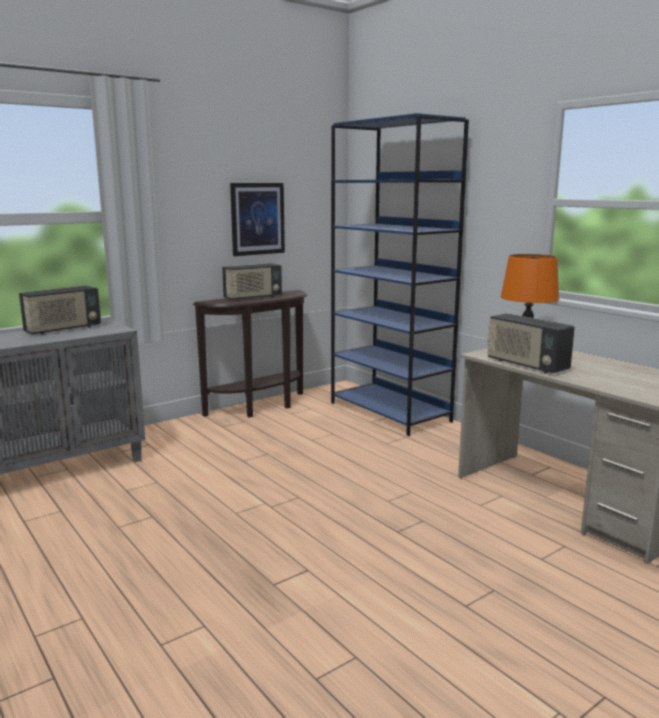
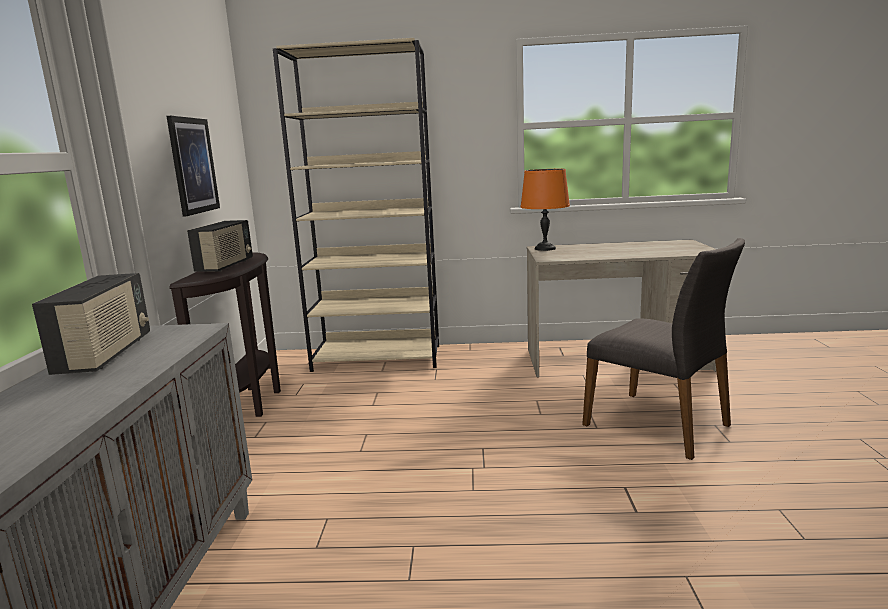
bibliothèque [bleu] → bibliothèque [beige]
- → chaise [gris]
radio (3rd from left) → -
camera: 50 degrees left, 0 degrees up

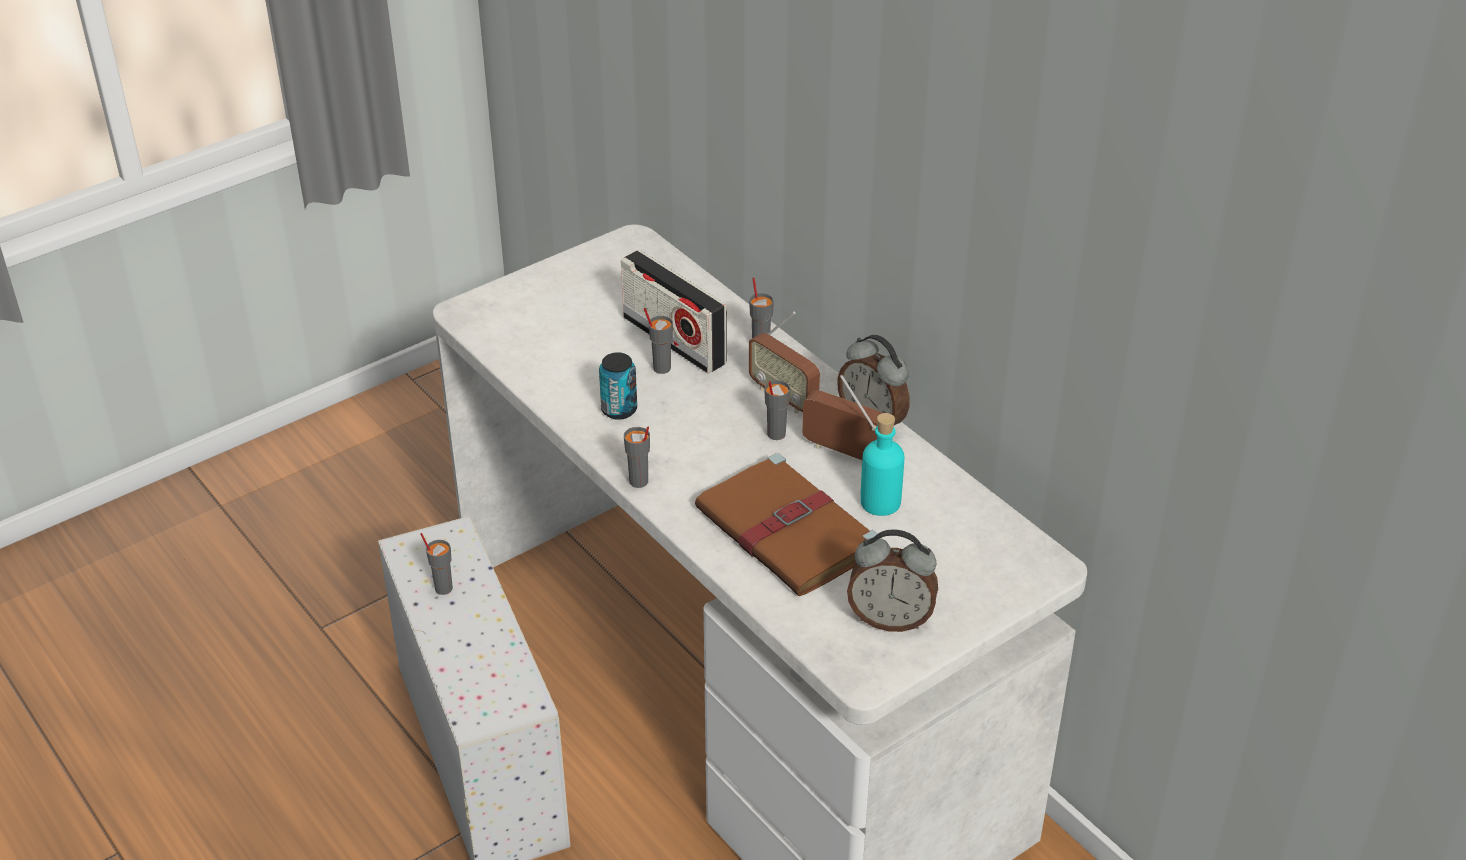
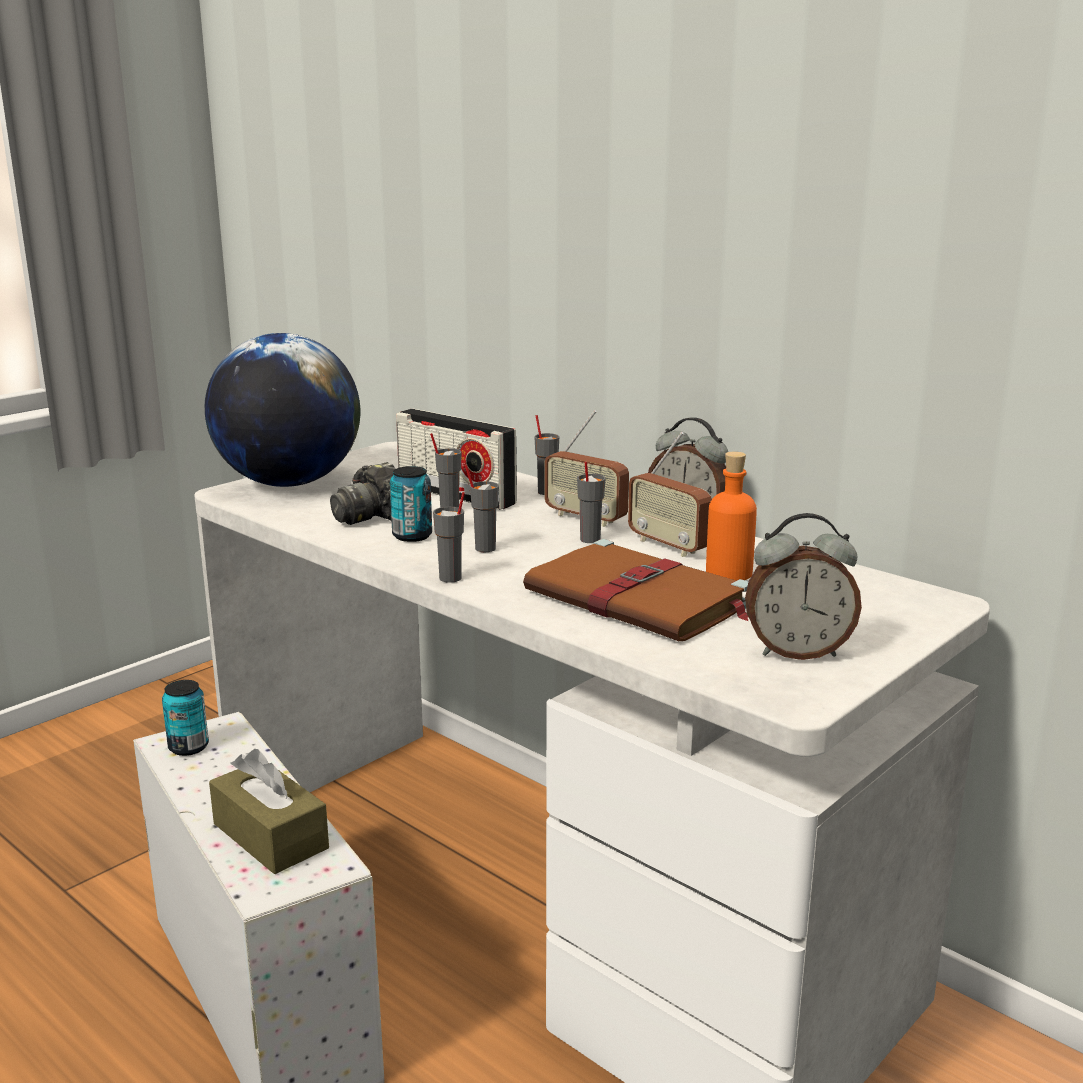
- → boîte métallique (1st from left)
- → globe
- → boîte à mouchoirs [marron]
- → appareil photo
tasse [gris] (1st from left in the first image) → tasse [gris] (3rd from left), move
radio (3rd from left), 150 degrees counterclockwise
bouteille [turquoise] → bouteille [orange]
camera: 10 degrees left, 20 degrees down

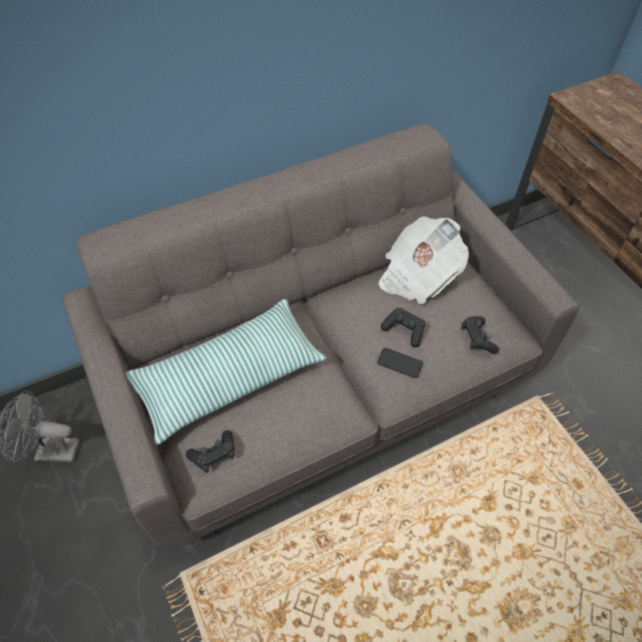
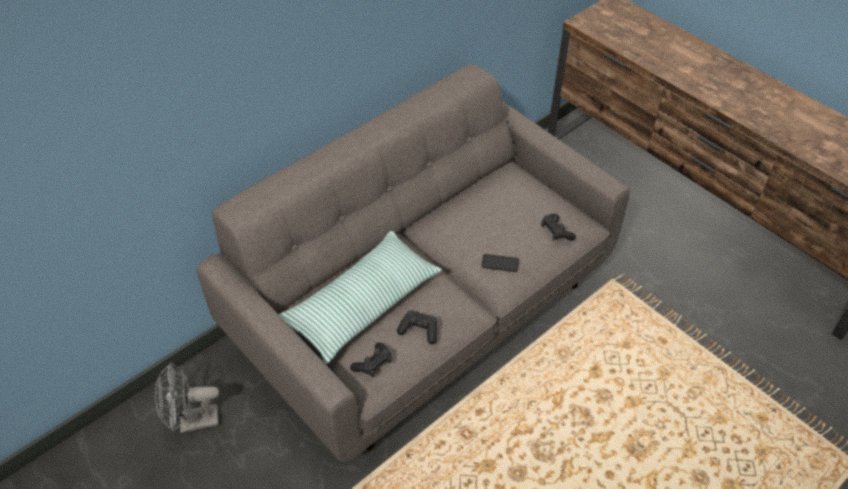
manette [noir] (2nd from left), move
journal → -
camera: 15 degrees left, 5 degrees down

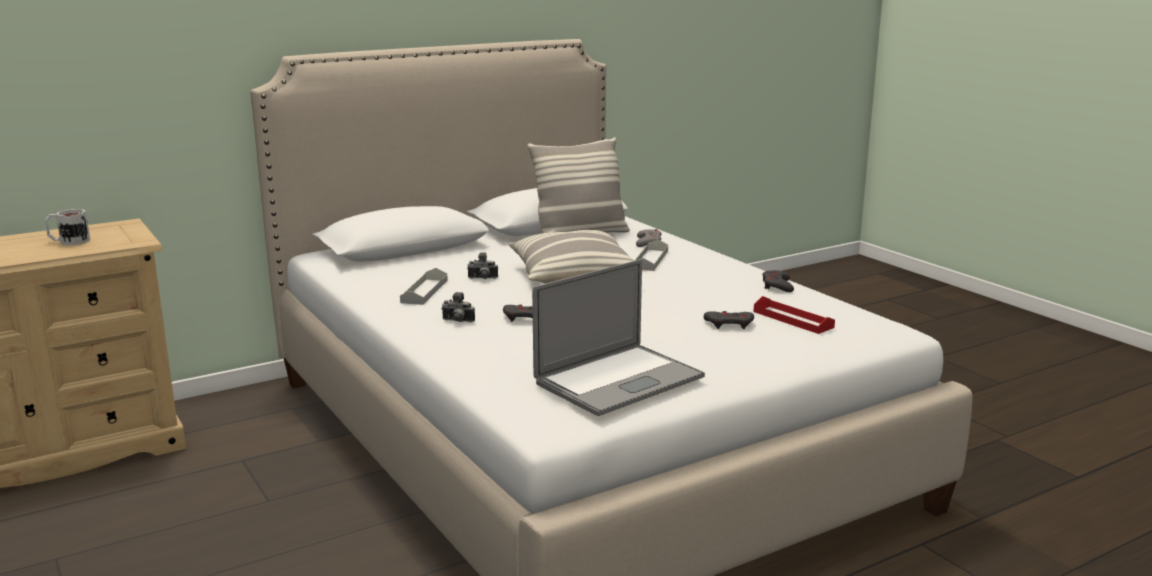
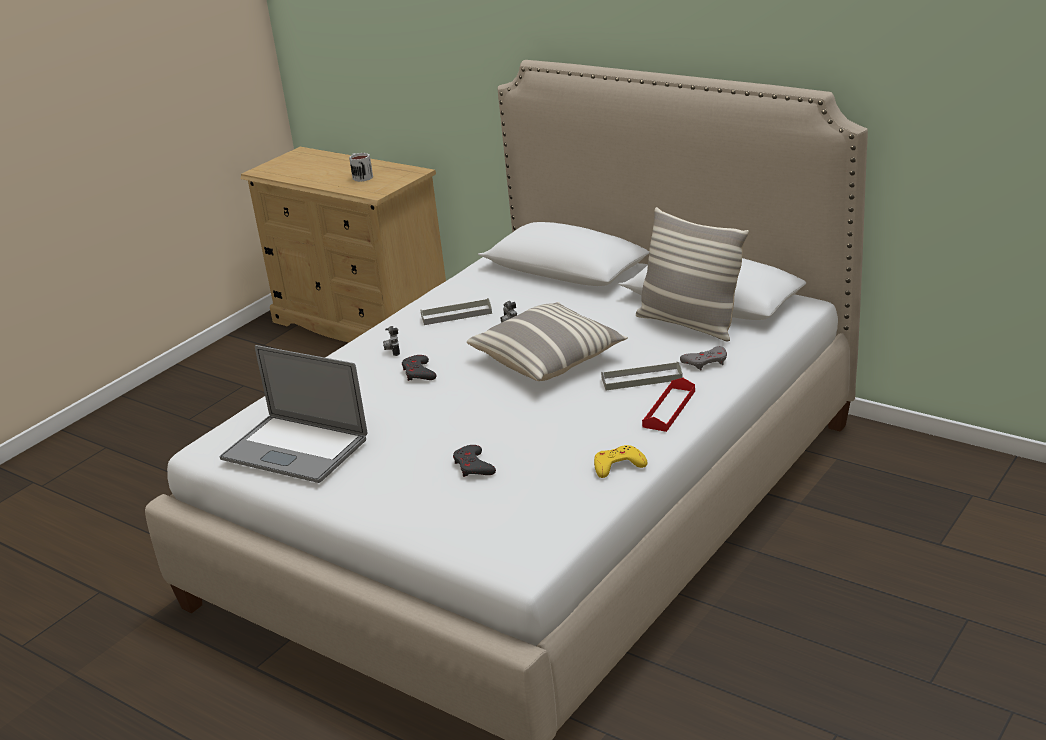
manette [gris] (4th from left) → manette [jaune]
plateau [rouge], move
camera: 70 degrees right, 10 degrees up

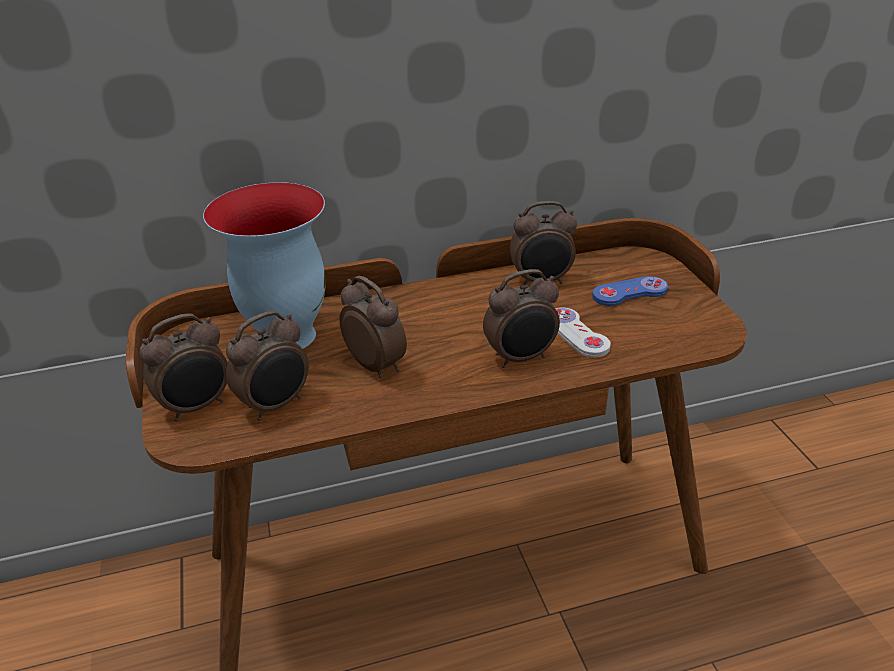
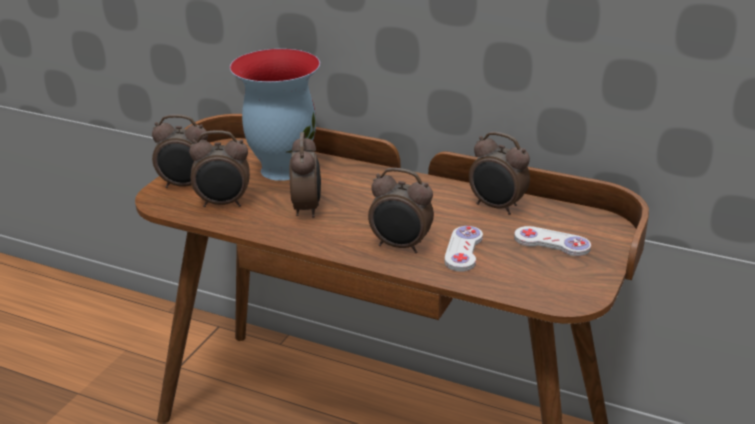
manette [bleu] → manette [blanc] (2nd from left)
camera: 40 degrees right, 5 degrees down

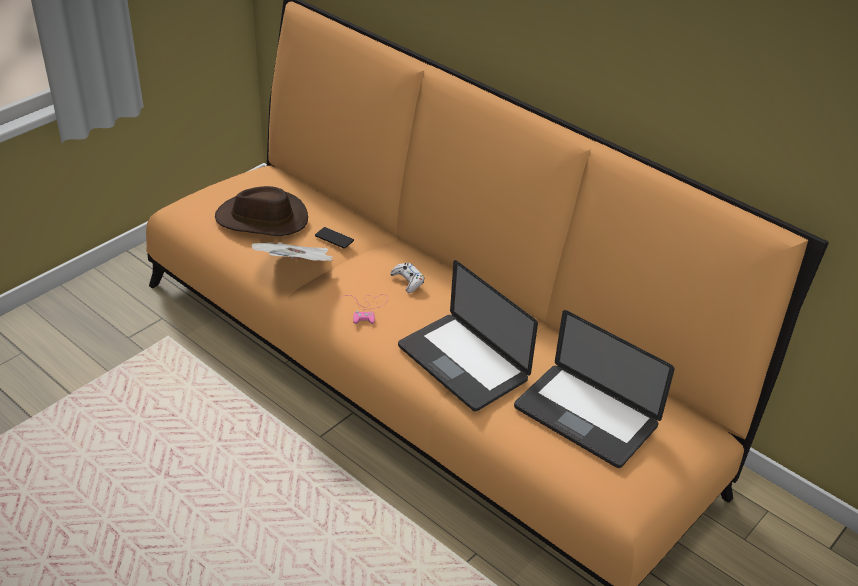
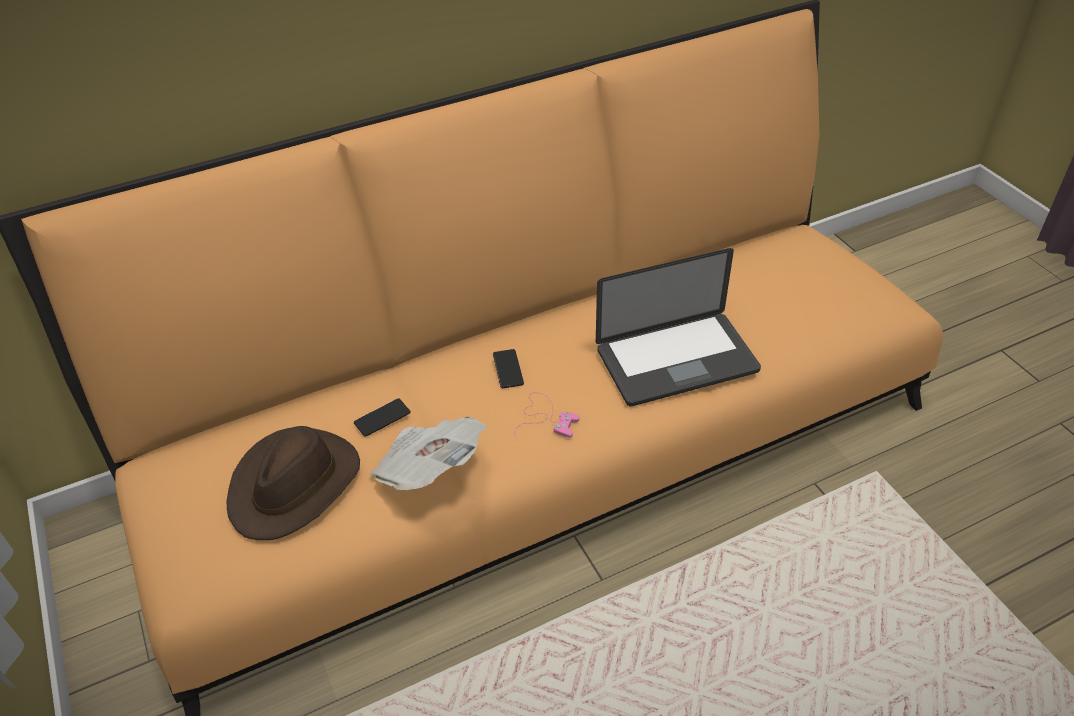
manette [blanc] → téléphone (2nd from left)
ordinateur portable (2nd from left) → -
camera: 65 degrees left, 5 degrees up

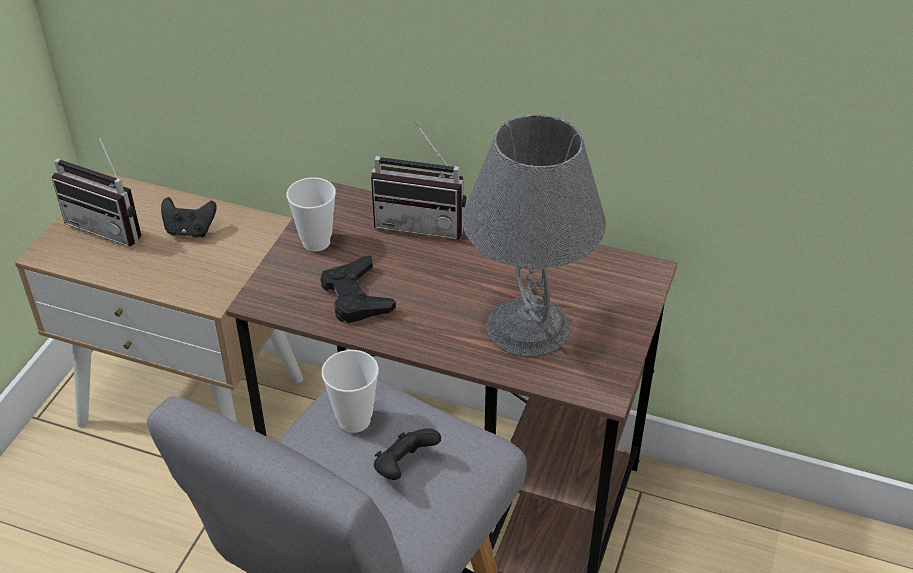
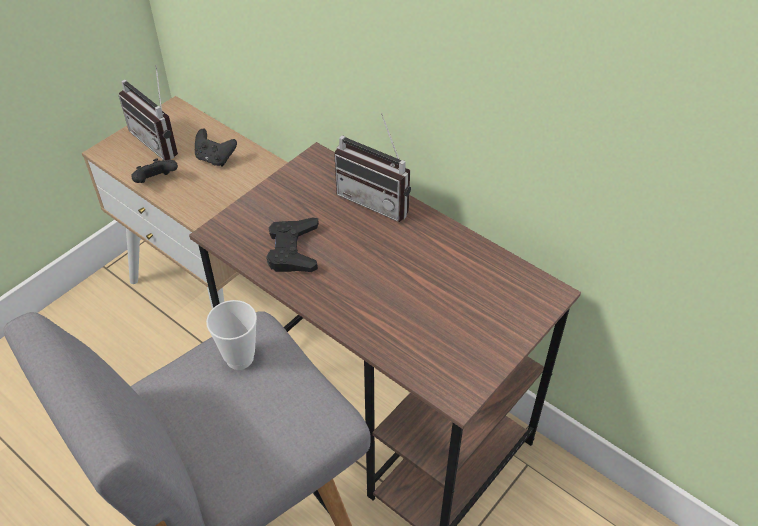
manette [noir] (3rd from left in the first image) → manette [noir] (1st from left), move
tasse (1st from left) → -
lampe de table [gris] → -
camera: 20 degrees right, 5 degrees up

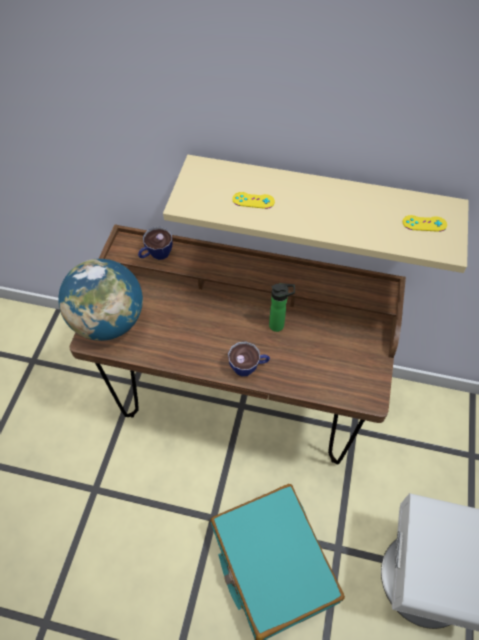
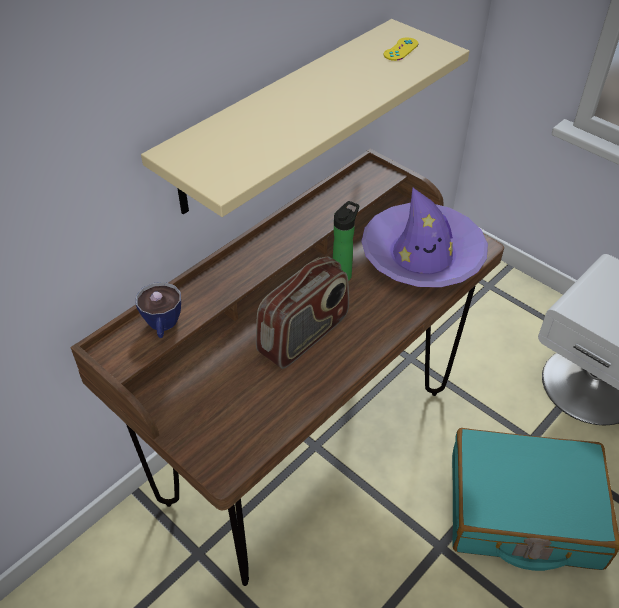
- → radio
- → chapeau [violet]
globe → -
tasse (2nd from left) → -
manette [jaune] (1st from left) → -
camera: 60 degrees left, 10 degrees down

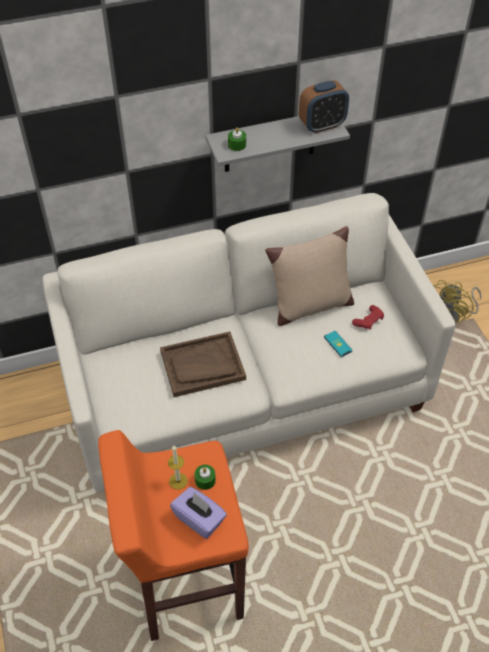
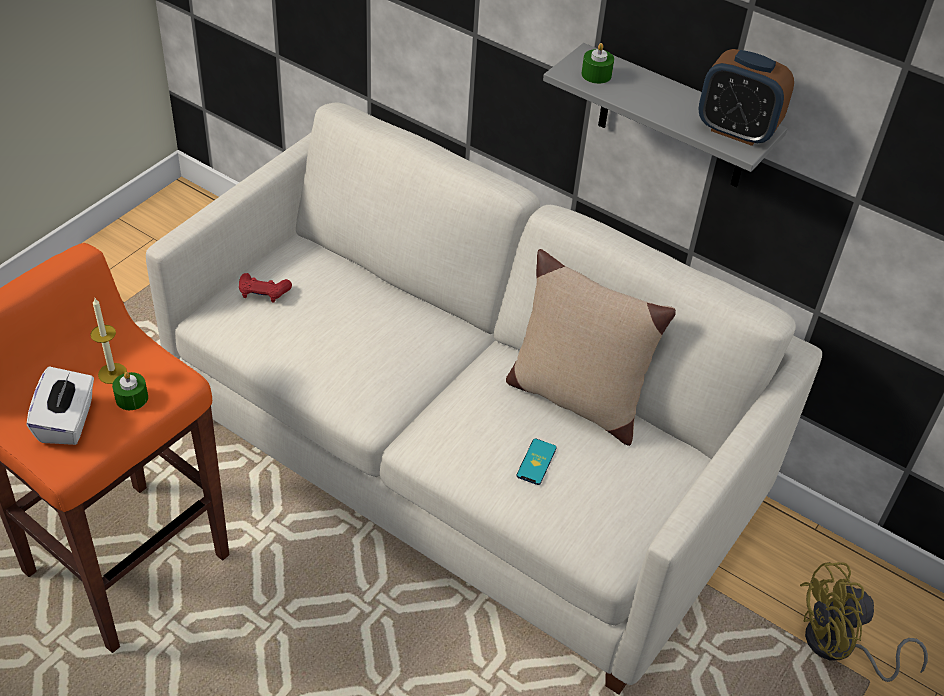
boîte à mouchoirs [violet] → boîte à mouchoirs [blanc]
manette [rouge], move
plateau [marron] → -
camera: 50 degrees right, 5 degrees down

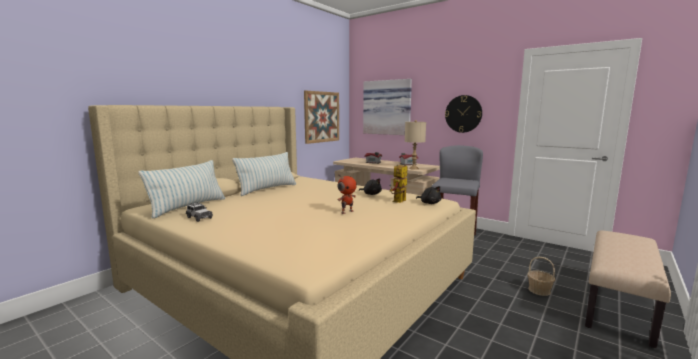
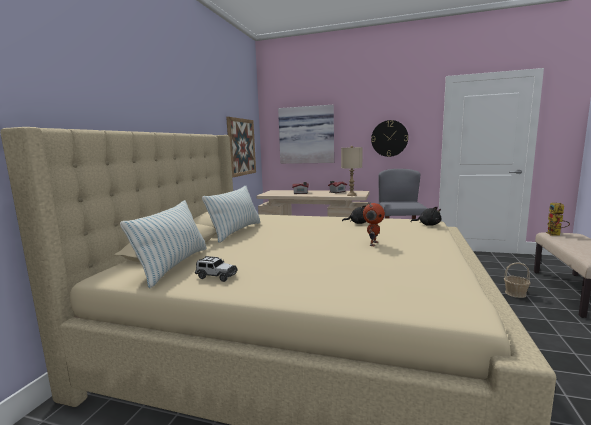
robot jouet (2nd from left), move
camera: 20 degrees left, 0 degrees up

